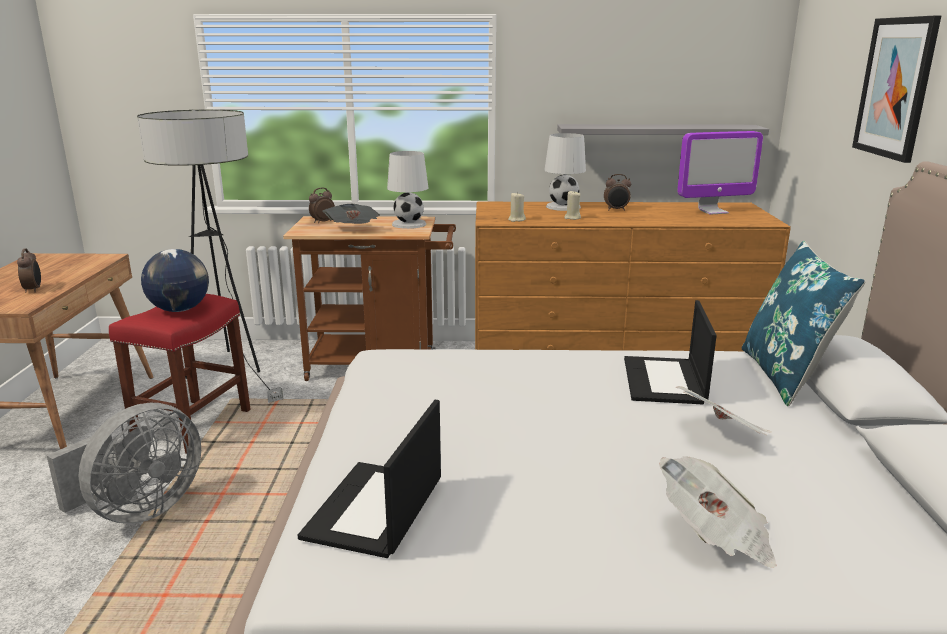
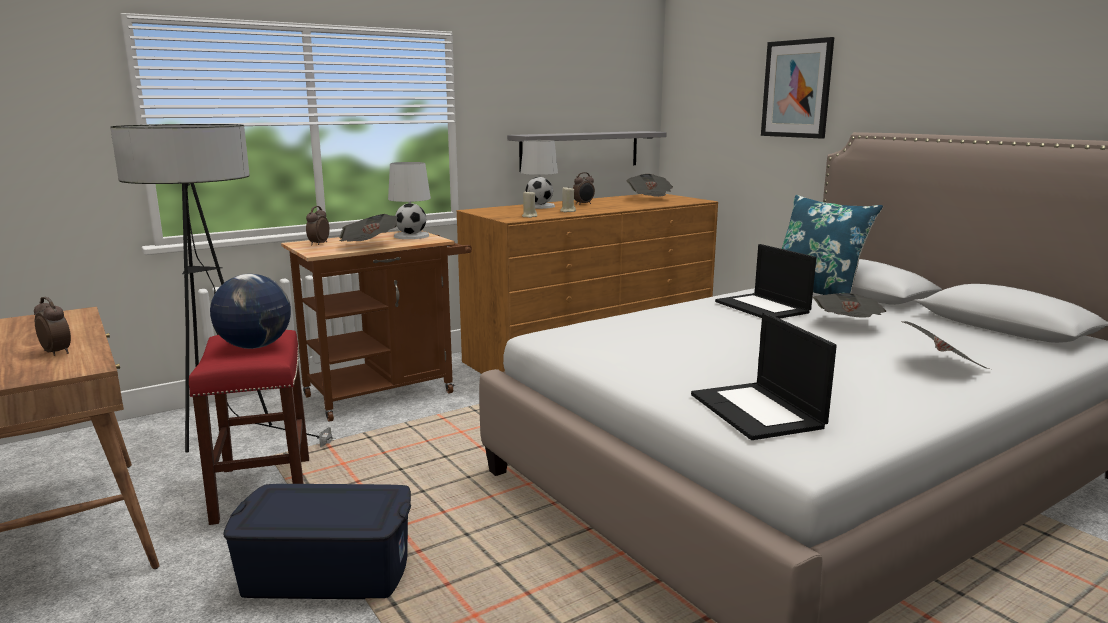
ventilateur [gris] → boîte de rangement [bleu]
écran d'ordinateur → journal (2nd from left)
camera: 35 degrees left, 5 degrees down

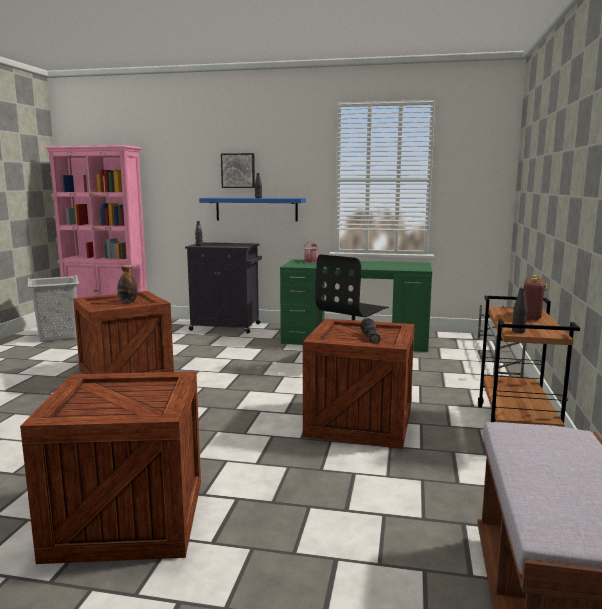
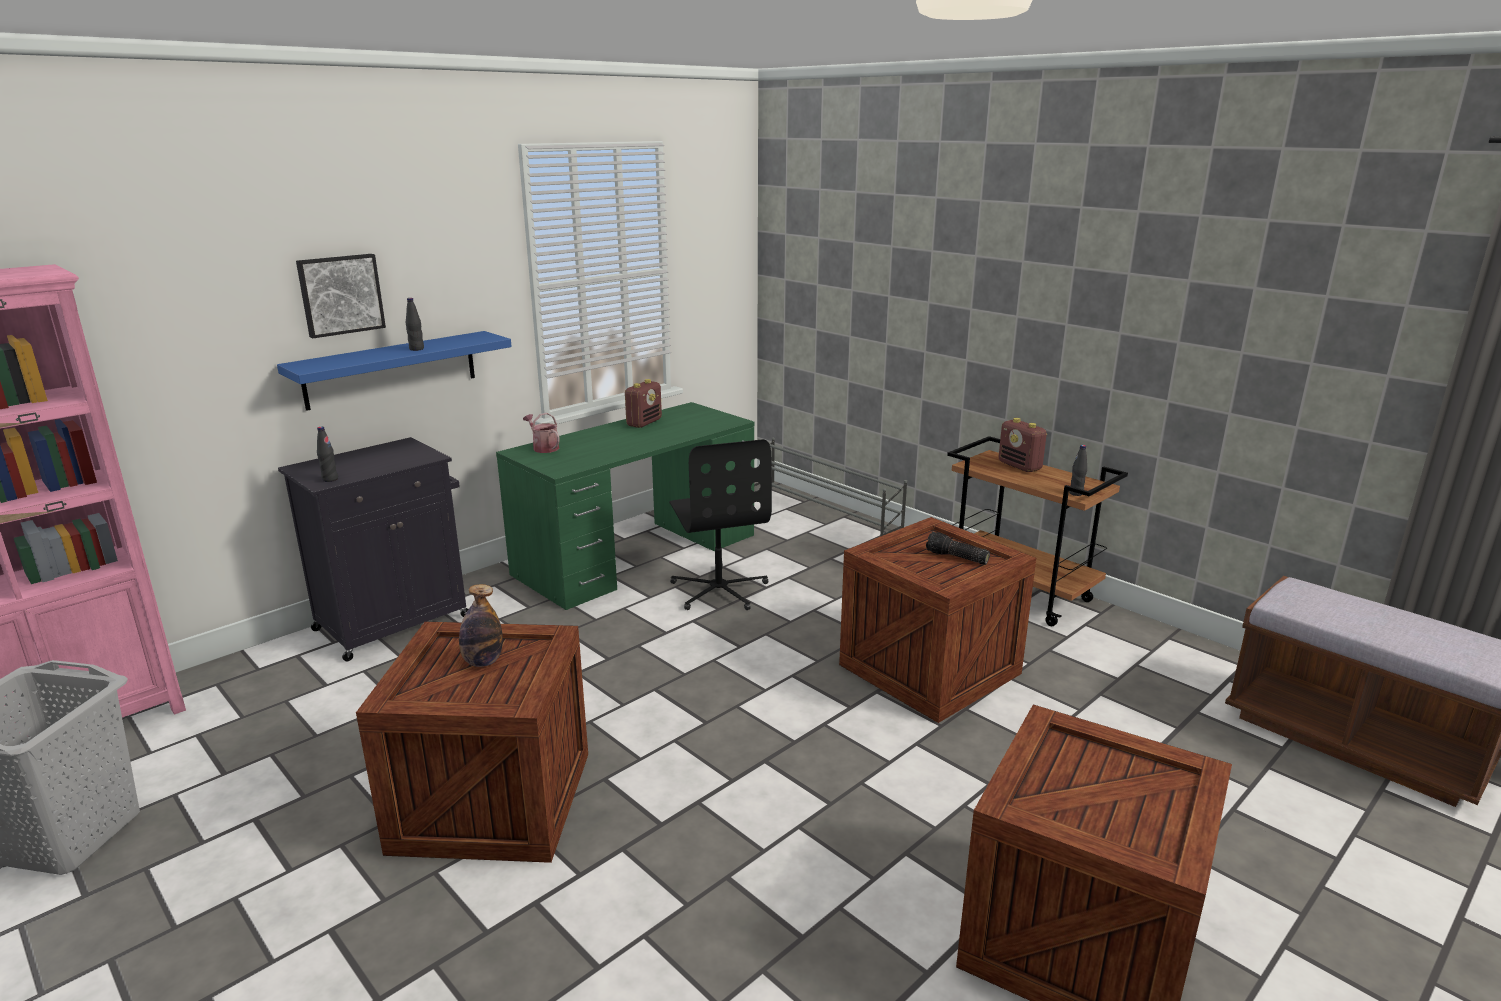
- → radio (1st from left)
camera: 55 degrees left, 10 degrees up

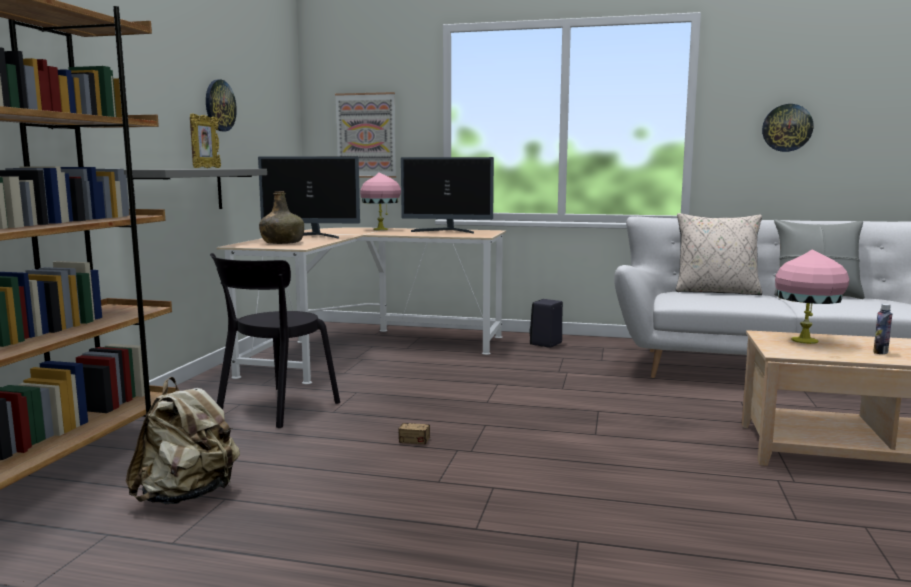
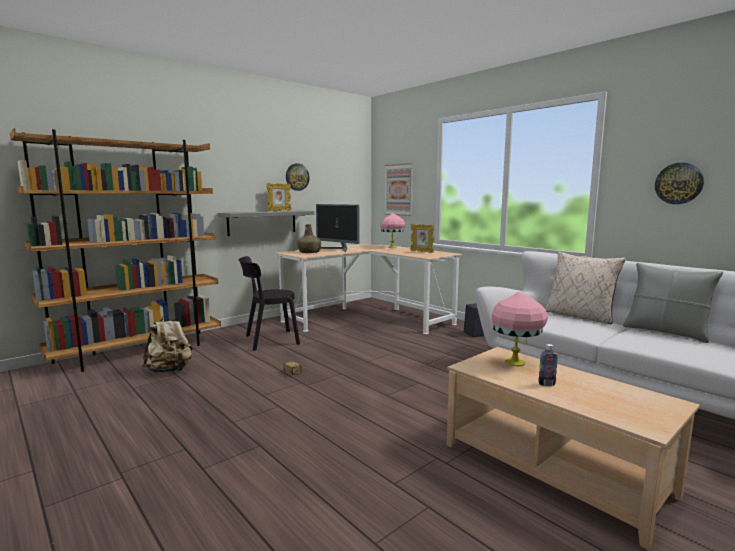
écran d'ordinateur (2nd from left) → cadre photo (2nd from left)
camera: 35 degrees right, 0 degrees up

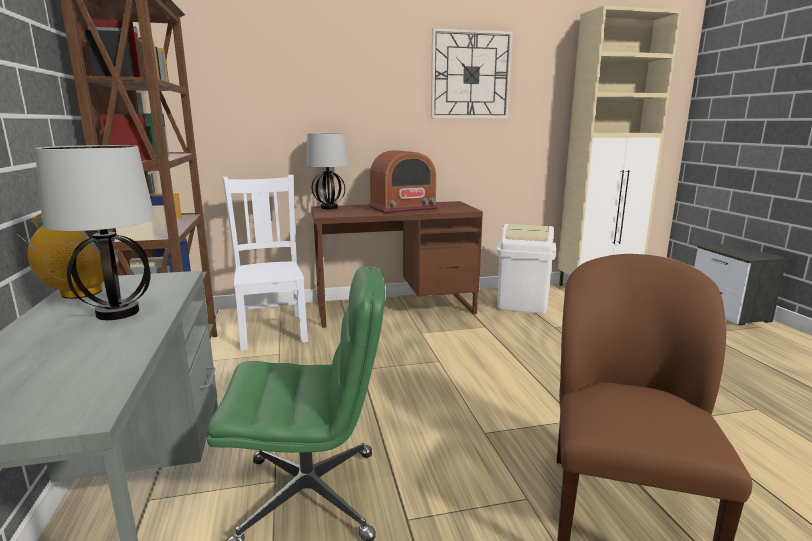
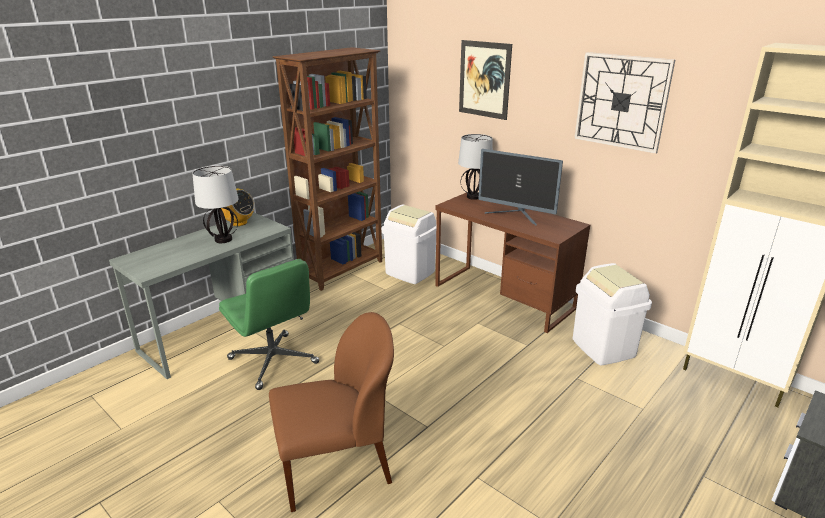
chaise [blanc] → poubelle [blanc] (1st from left)
- → tableau
radio (2nd from left) → écran d'ordinateur
camera: 55 degrees right, 10 degrees up

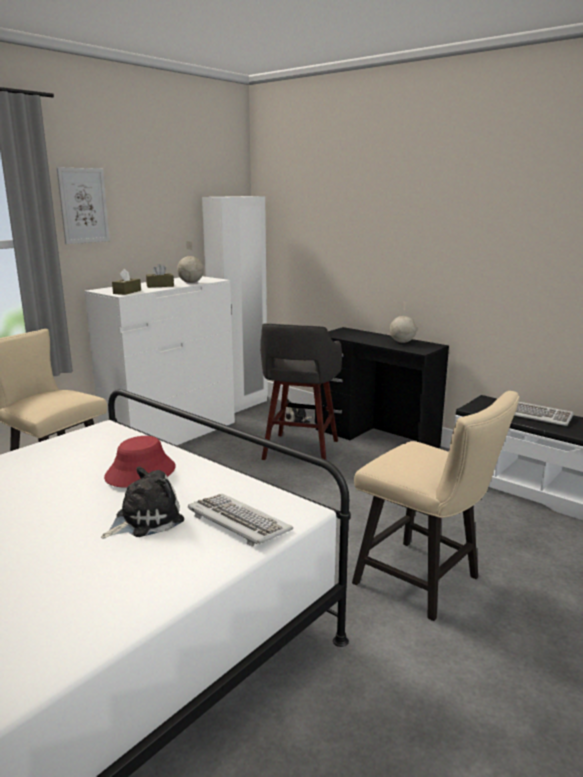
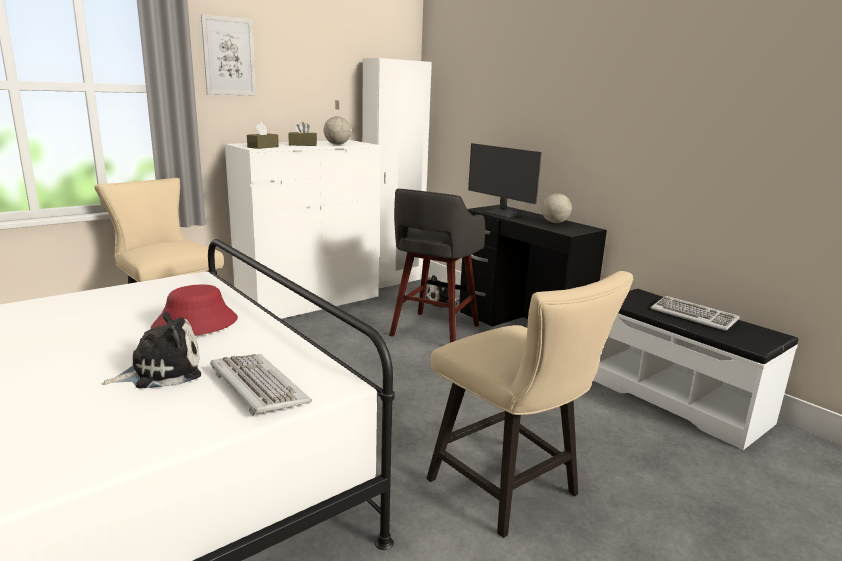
- → écran d'ordinateur
camera: 10 degrees right, 0 degrees up

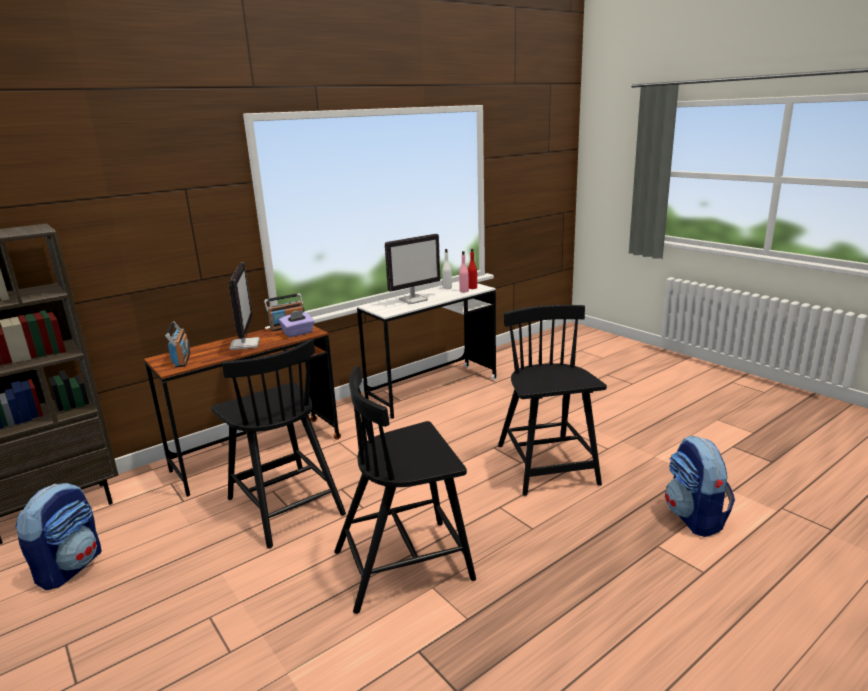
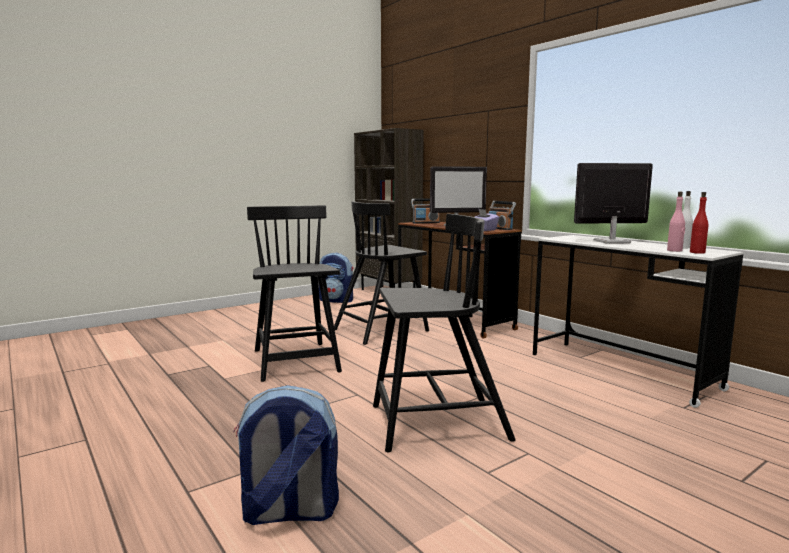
écran d'ordinateur (2nd from left), 120 degrees clockwise
camera: 90 degrees right, 10 degrees down

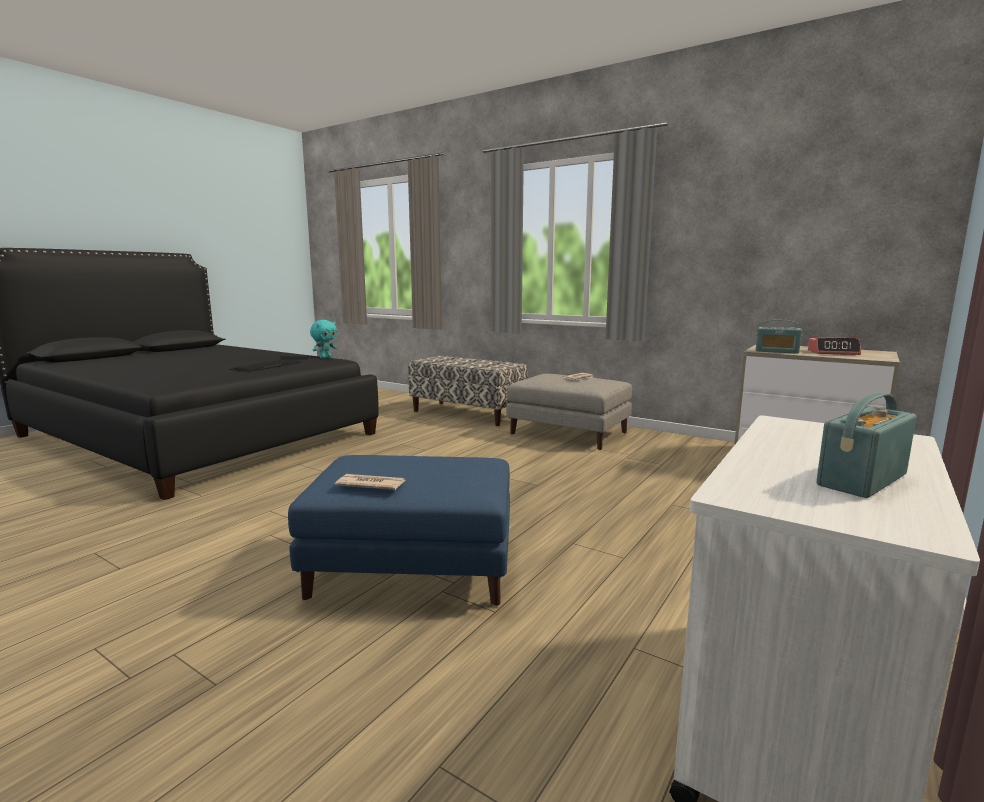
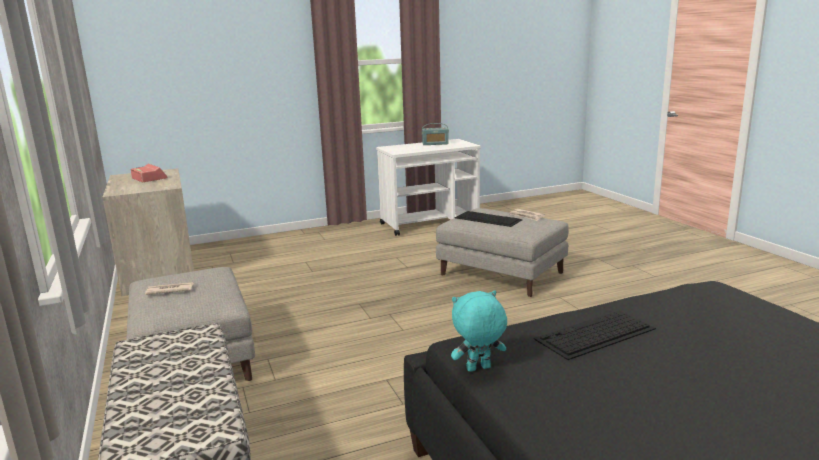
pouf [bleu] → pouf [gris] (2nd from left)
- → clavier (1st from left)
radio (1st from left) → -
camera: 145 degrees left, 5 degrees up

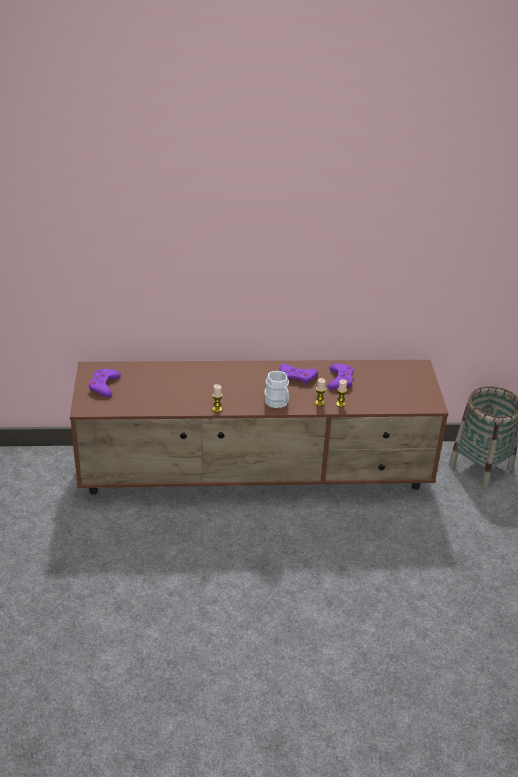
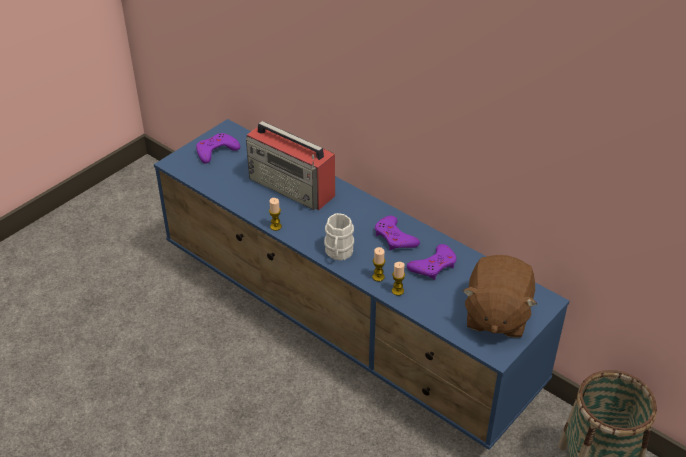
meuble télé [marron] → meuble télé [bleu]
- → radio
- → peluche [marron]
camera: 45 degrees right, 5 degrees up

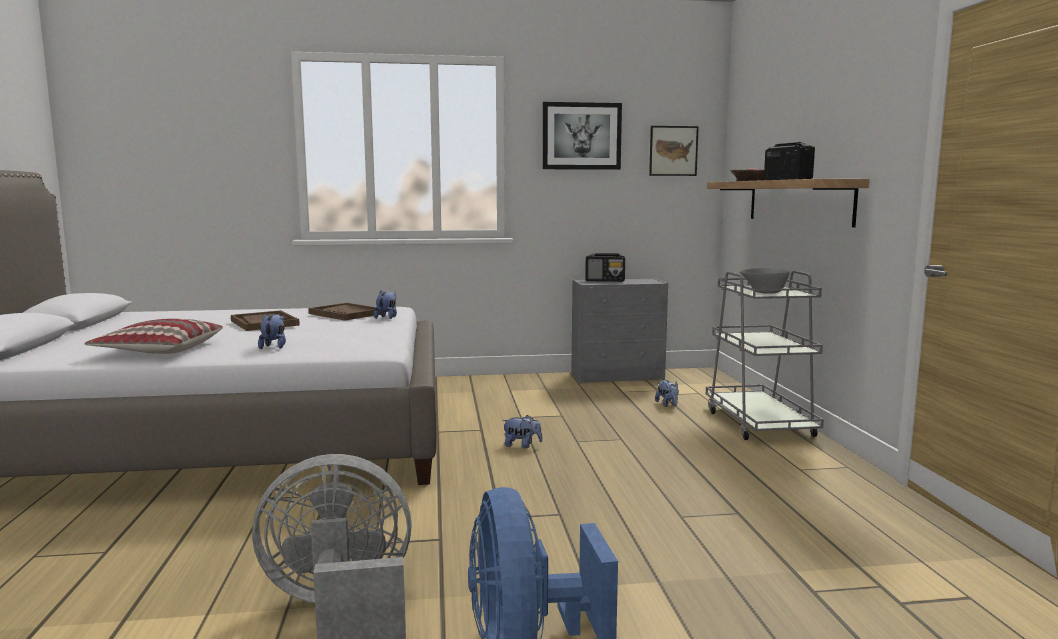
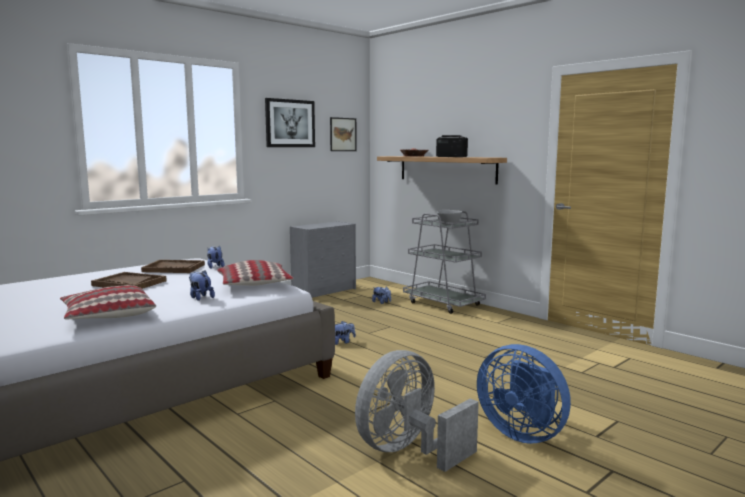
- → coussin (2nd from left)
radio (1st from left) → -
camera: 35 degrees left, 0 degrees up

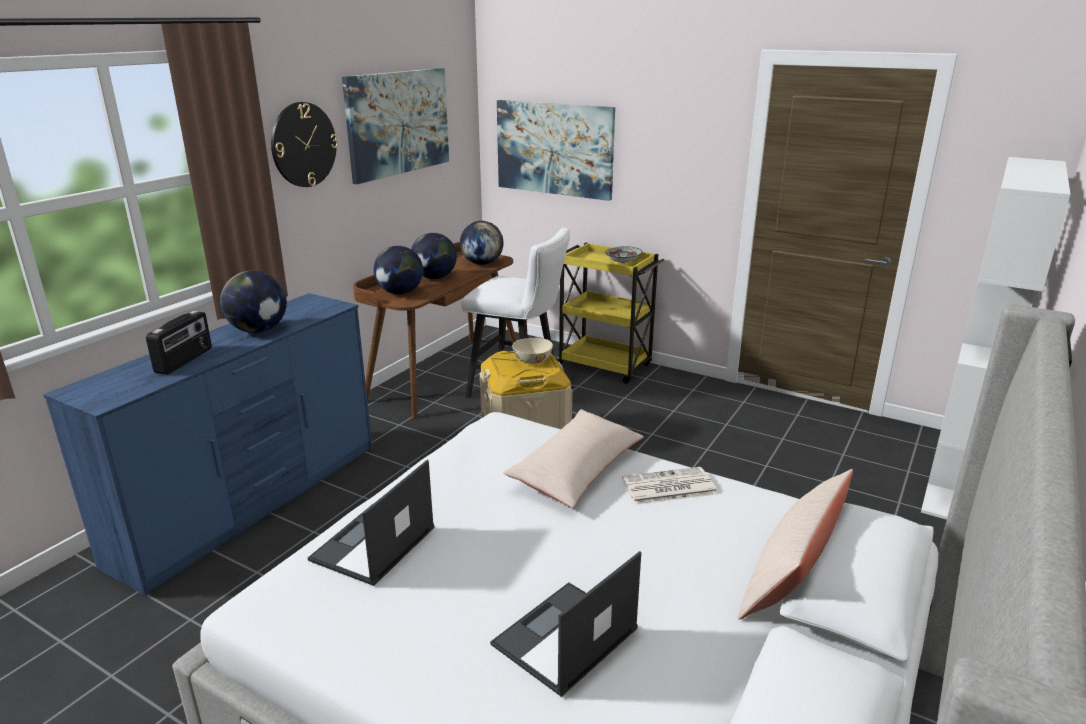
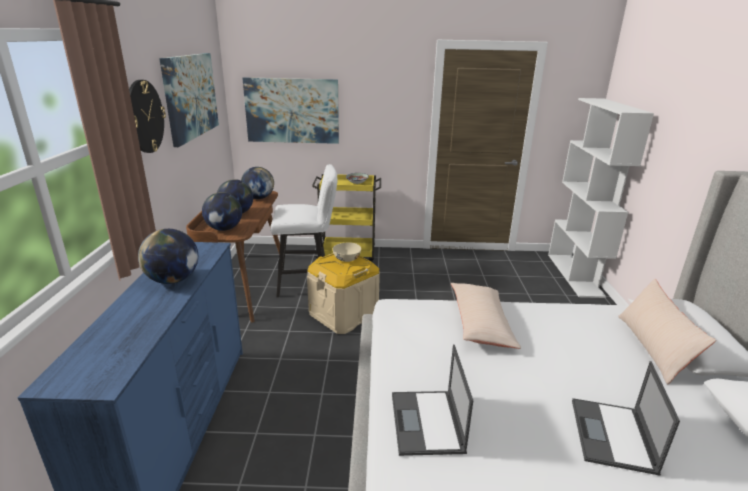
radio → -
journal → -
camera: 30 degrees left, 0 degrees up

